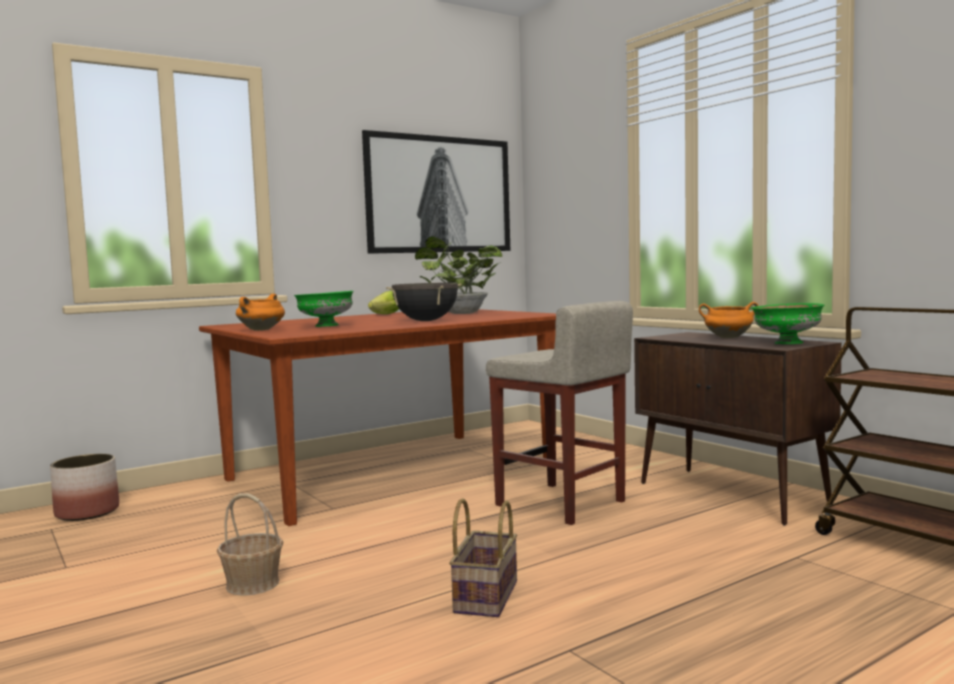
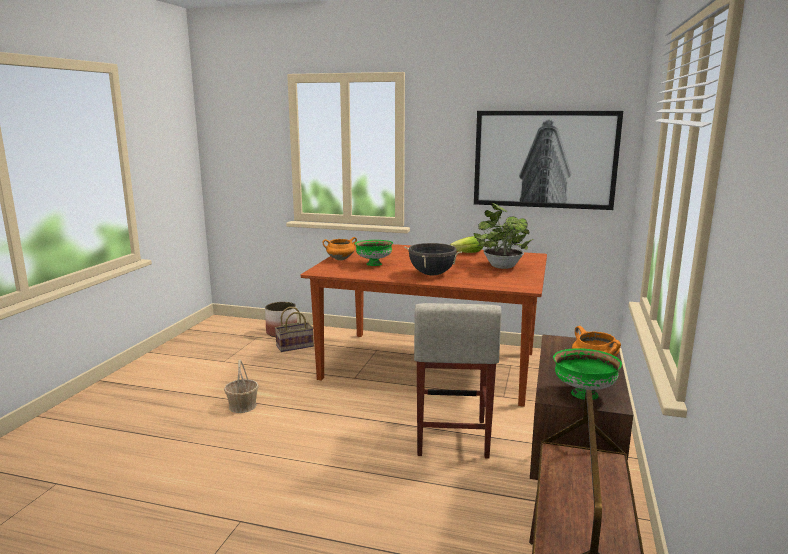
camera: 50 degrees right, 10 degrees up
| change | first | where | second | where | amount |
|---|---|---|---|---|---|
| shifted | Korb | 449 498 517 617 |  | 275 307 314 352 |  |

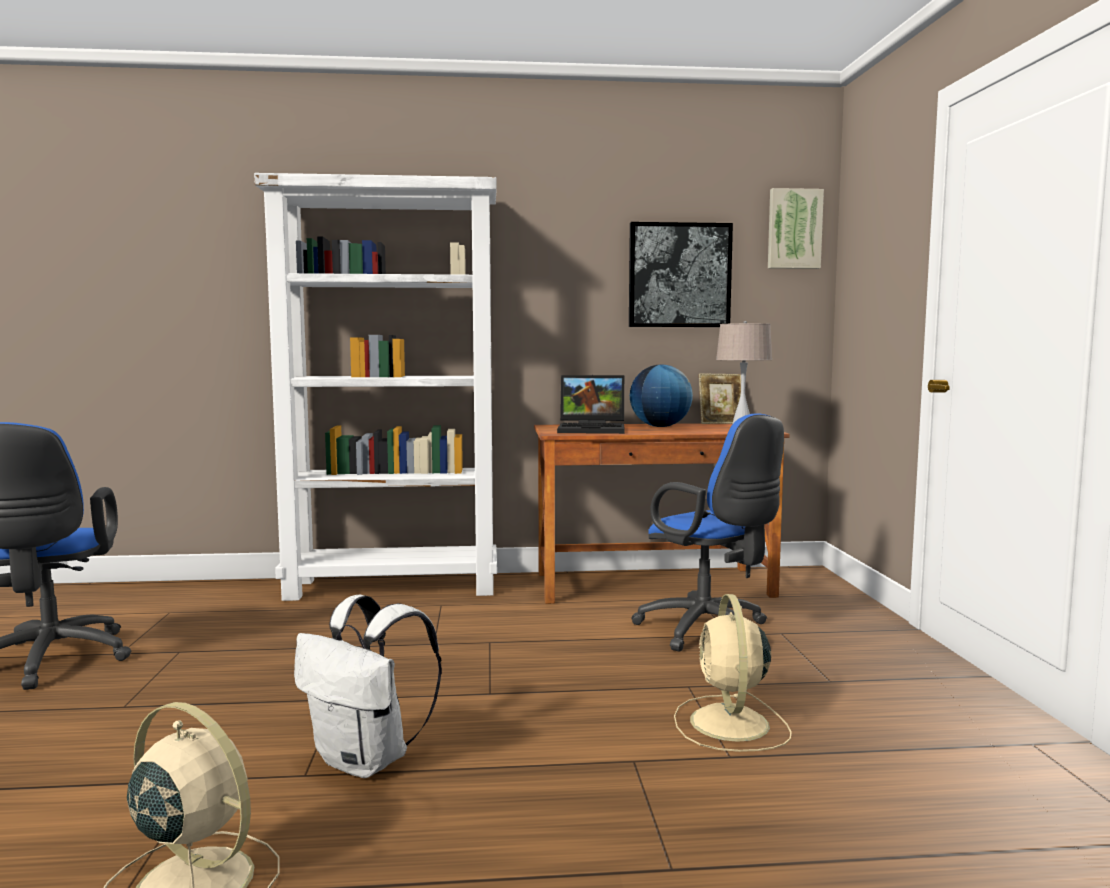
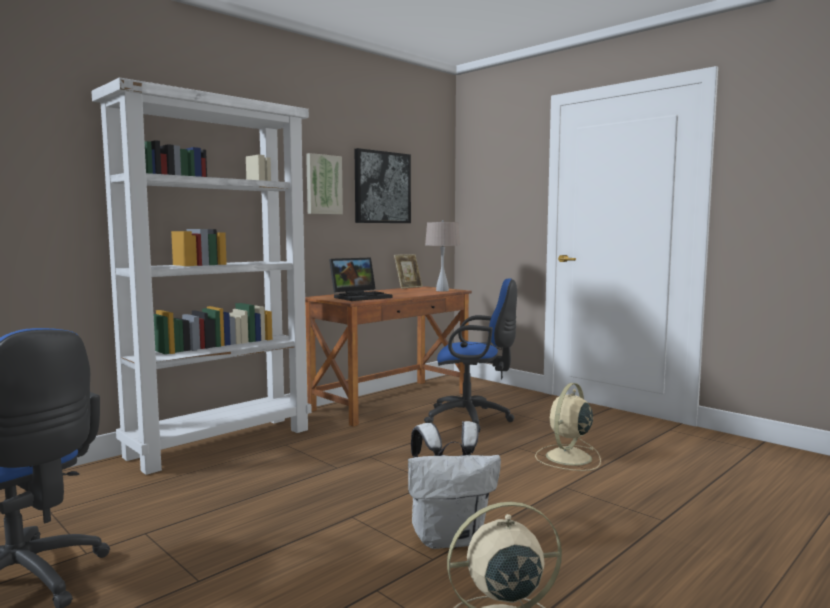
camera: 40 degrees left, 0 degrees up
| change | first | where | second | where | amount |
|---|---|---|---|---|---|
| shifted | Bild | 768 188 824 269 |  | 306 153 343 214 |  |
| rotated | Ventilator/beige | 674 594 792 752 |  | 535 383 601 471 | 75 degrees clockwise |
| gone | Globus | 630 364 693 427 |  |  |  |

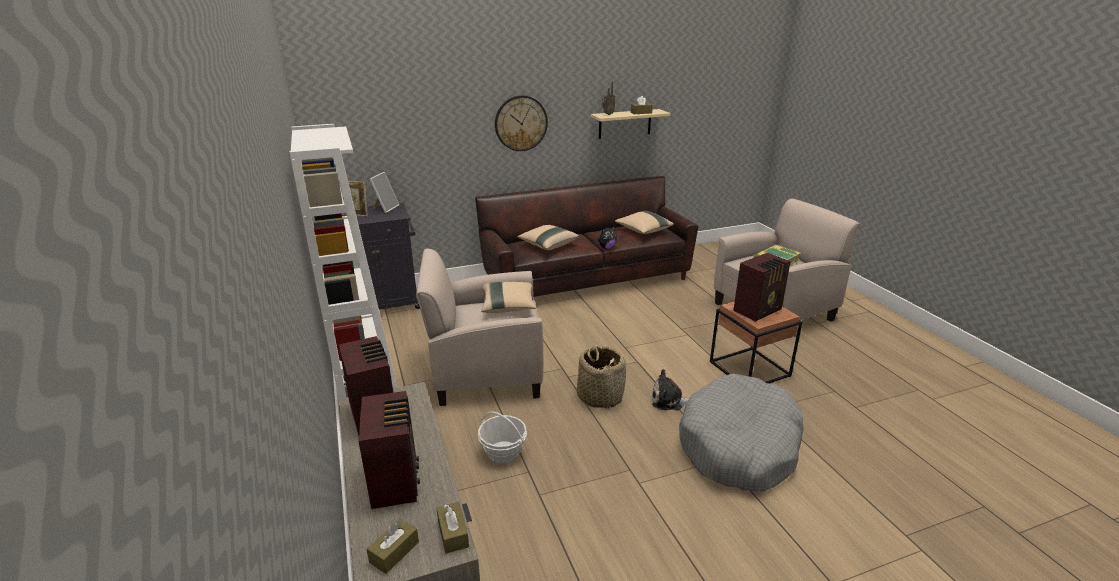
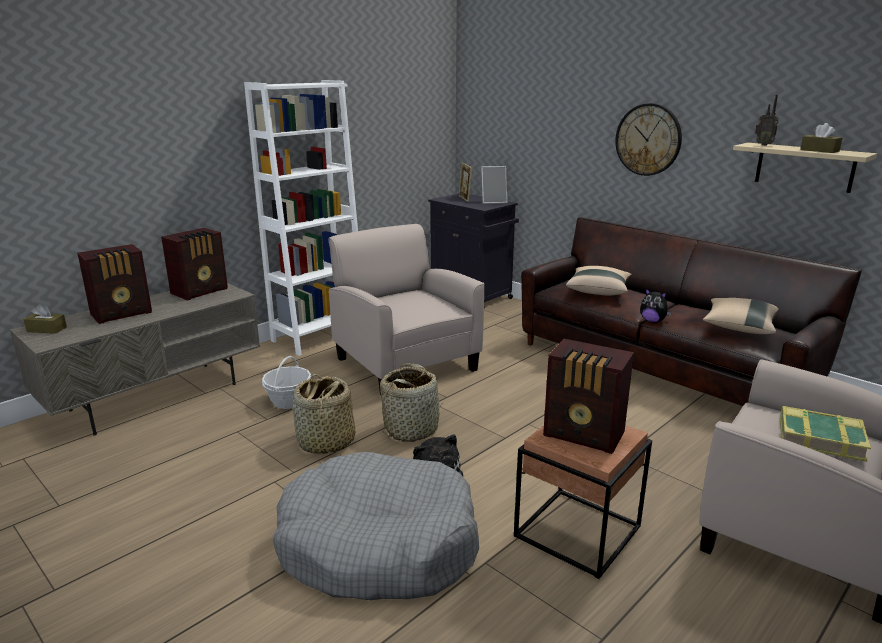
camera: 65 degrees right, 5 degrees down
| change | first | where | second | where | amount |
|---|---|---|---|---|---|
| new |  |  | Korb | 292 374 355 454 |  |
| gone | Taschentuchbox/braun | 436 502 469 554 |  |  |  |
| gone | Kissen/beige | 481 282 537 313 |  |  |  |

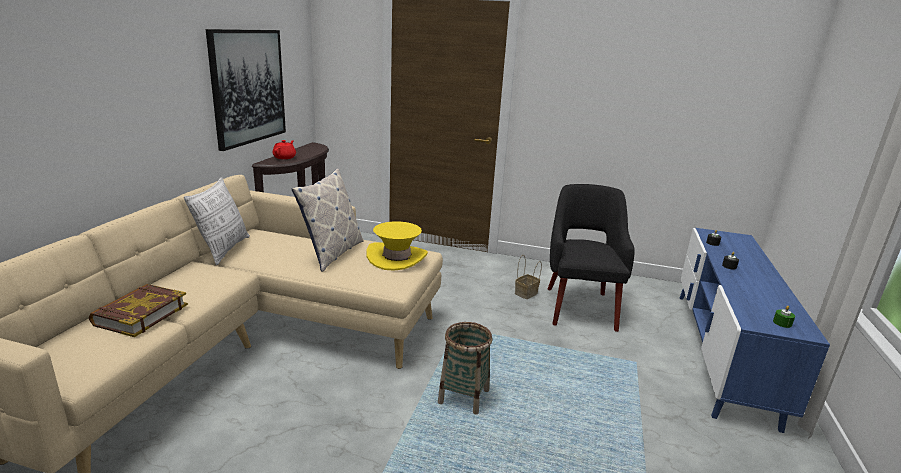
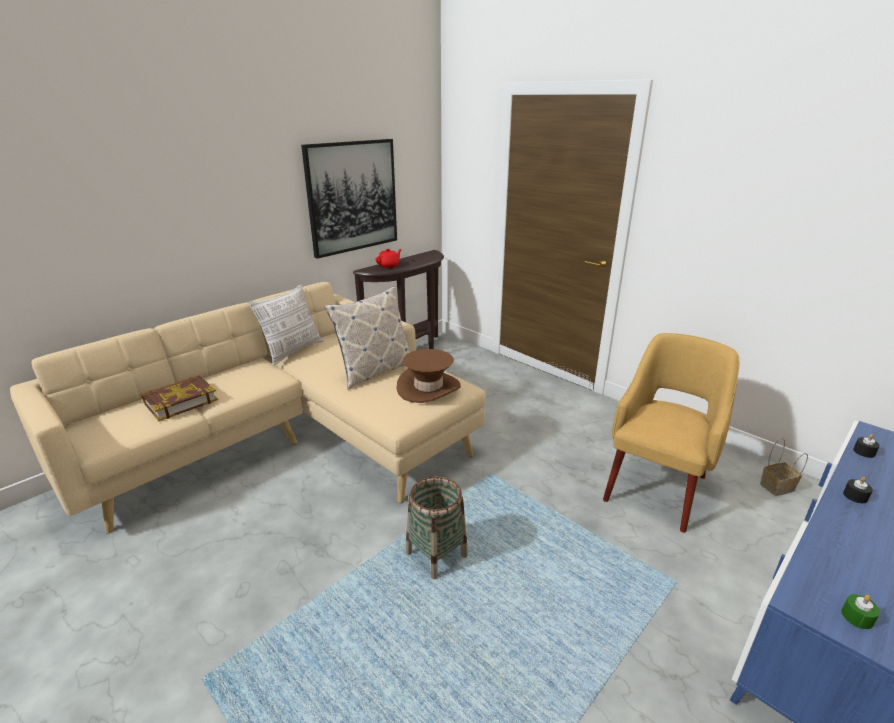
camera: 30 degrees right, 5 degrees up
| change | first | where | second | where | amount |
|---|---|---|---|---|---|
| repainted | Hut/gelb | 366 221 428 271 | Hut/braun | 396 349 460 403 |  |
| repainted | Sessel/schwarz | 548 184 635 332 | Sessel/gelb | 603 333 739 533 |  |
| shifted | Korb | 515 255 542 299 |  | 760 438 808 496 |  |

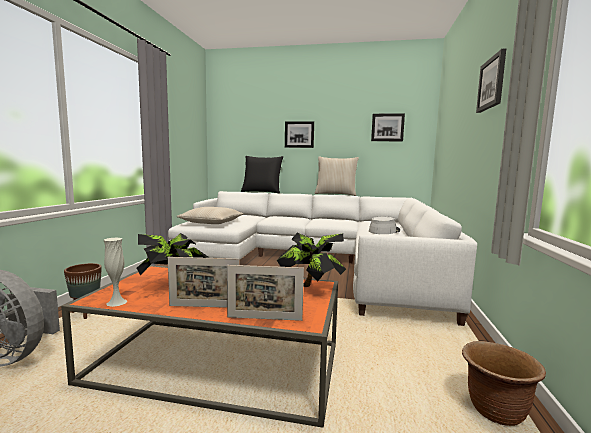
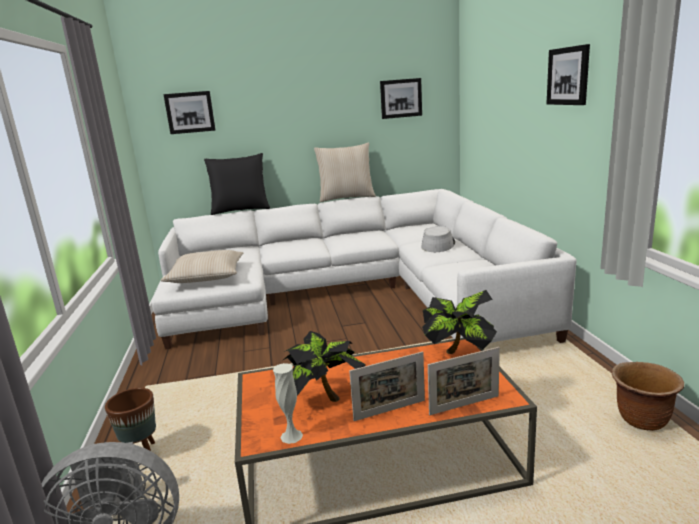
camera: 20 degrees left, 10 degrees up
| change | first | where | second | where | amount |
|---|---|---|---|---|---|
| shifted | Bild | 285 121 314 148 |  | 163 91 216 134 |  |

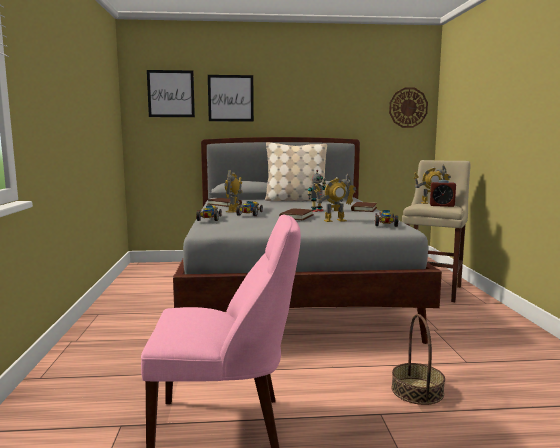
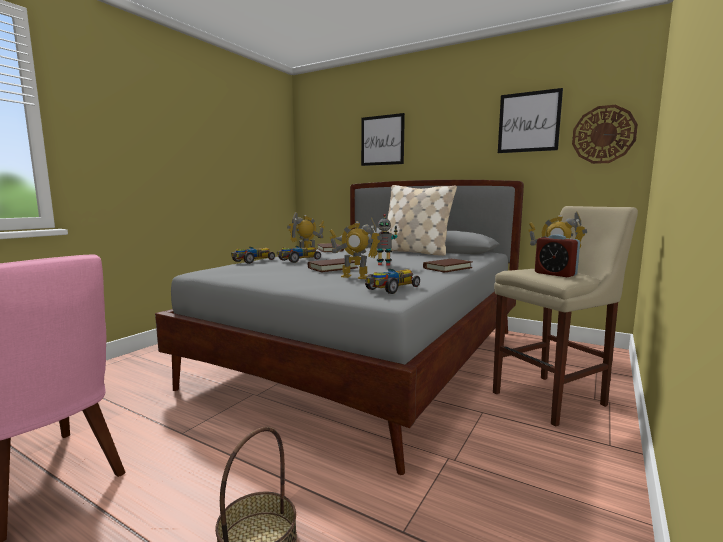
camera: 35 degrees right, 0 degrees up
| change | first | where | second | where | amount |
|---|---|---|---|---|---|
| shifted | Bild | 147 70 195 117 |  | 498 88 563 153 |  |

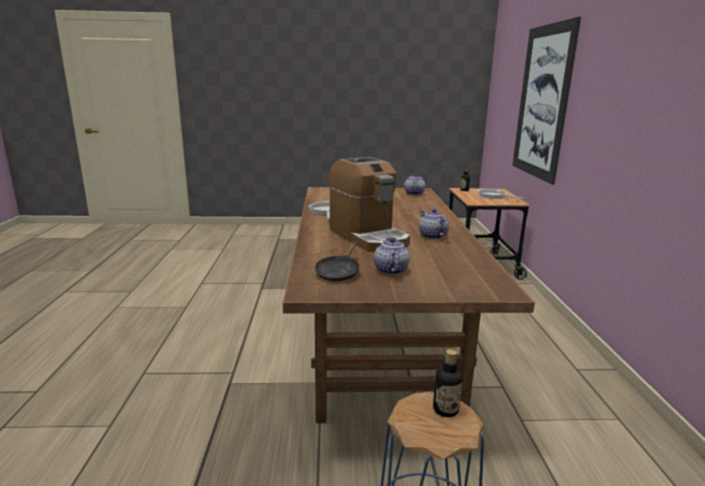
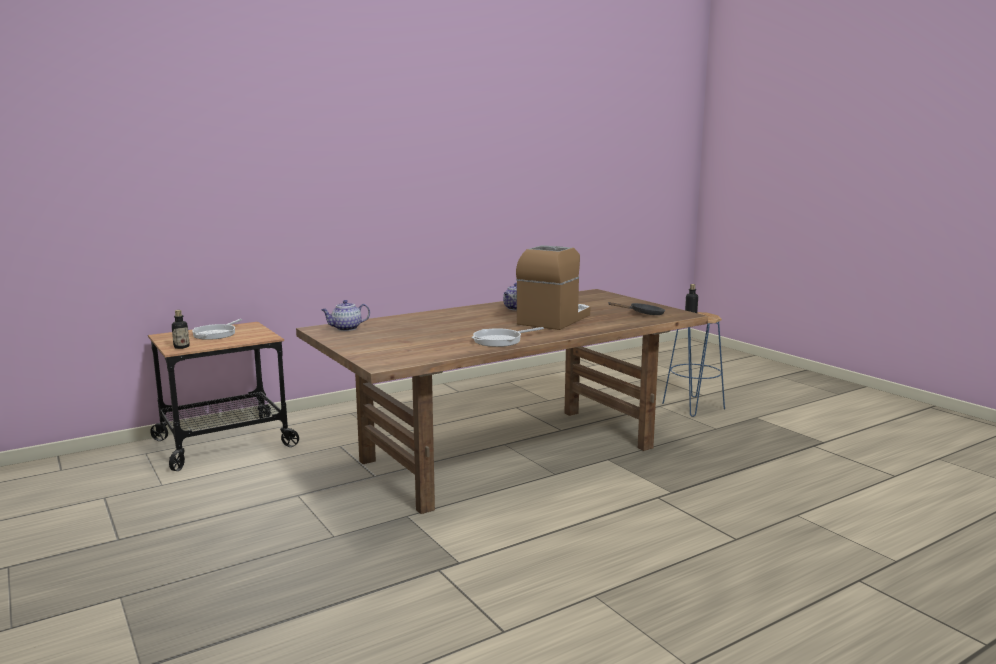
camera: 120 degrees left, 5 degrees down
| change | first | where | second | where | amount |
|---|---|---|---|---|---|
| gone | Teekanne | 374 238 410 275 |  |  |  |
| gone | Bild | 512 17 581 185 |  |  |  |

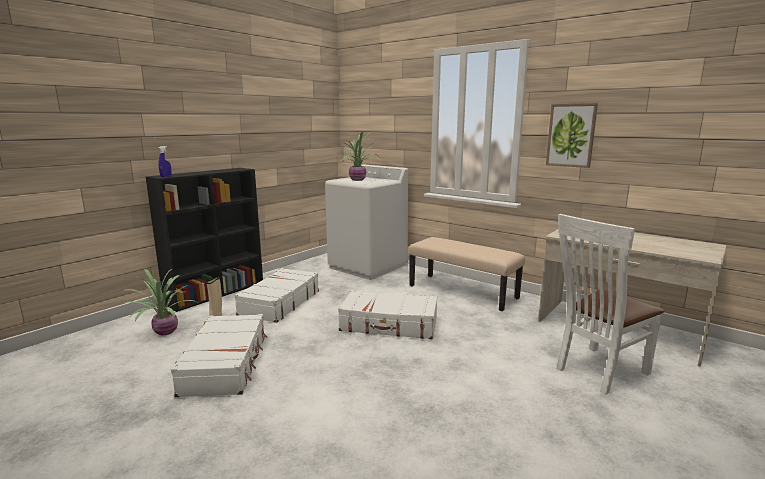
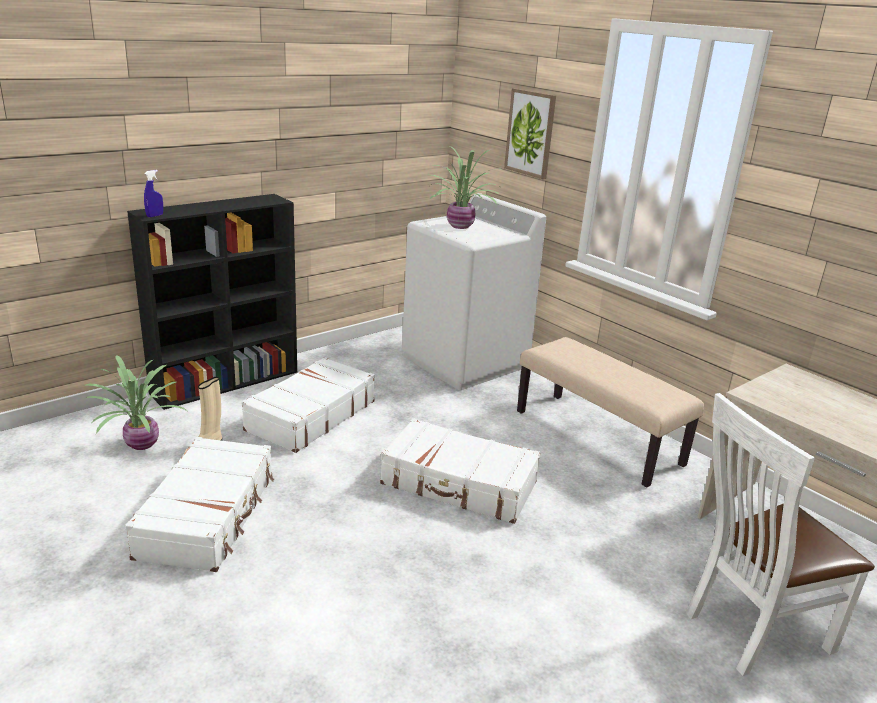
camera: 10 degrees right, 10 degrees up
| change | first | where | second | where | amount |
|---|---|---|---|---|---|
| shifted | Bild | 546 103 598 168 |  | 504 88 556 179 |  |

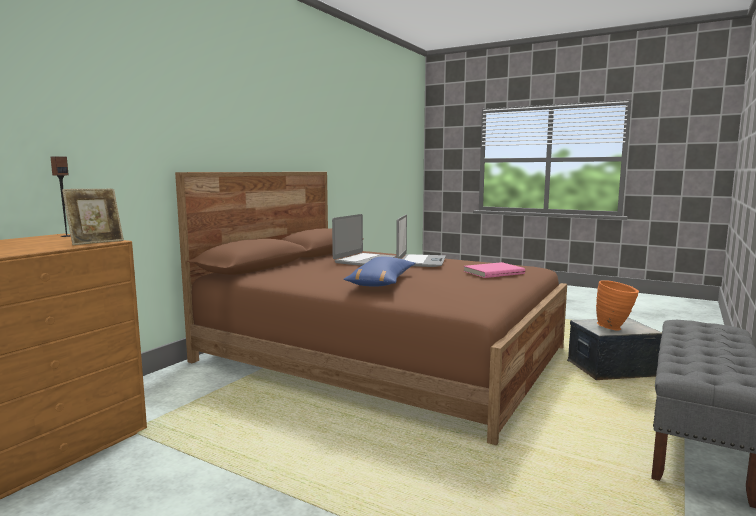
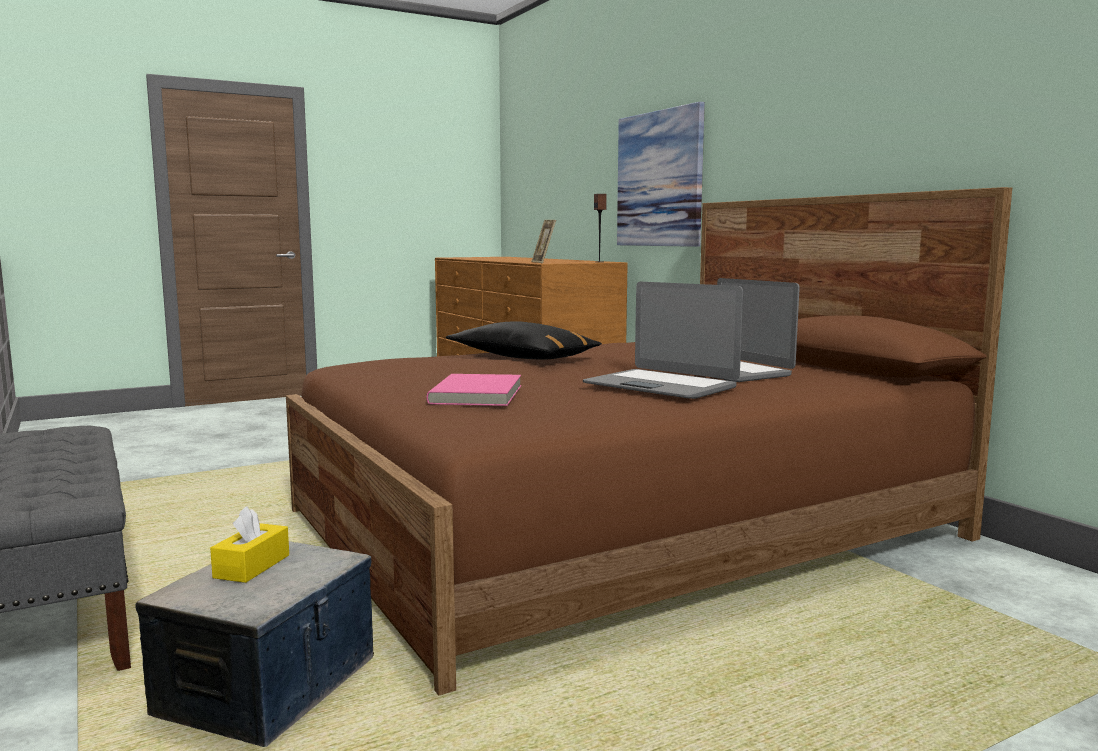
camera: 120 degrees right, 0 degrees up
| change | first | where | second | where | amount |
|---|---|---|---|---|---|
| swapped | Vase/orange | 596 280 639 331 | Taschentuchbox/gelb | 210 506 289 583 |  |
| repainted | Kissen/blau | 344 257 415 287 | Kissen/schwarz | 446 321 602 360 |  |
| new |  |  | Bild | 617 102 705 247 |  |

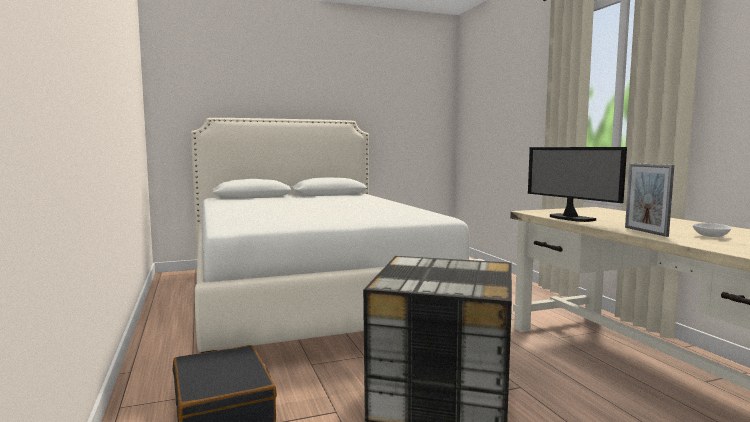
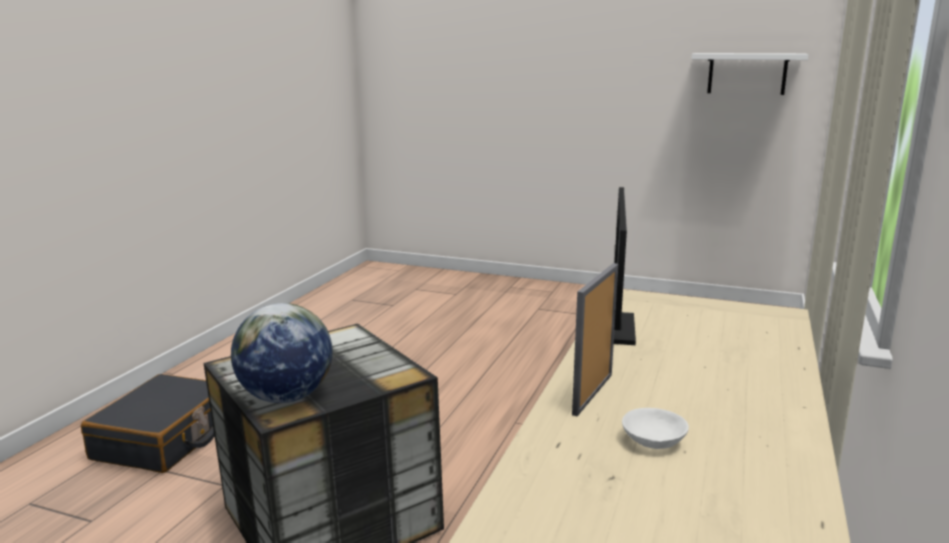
camera: 40 degrees right, 10 degrees up
| change | first | where | second | where | amount |
|---|---|---|---|---|---|
| new |  |  | Globus | 231 303 333 403 |  |
| new |  |  | Wandregal/weiß | 691 53 809 95 |  |
| gone | Bett/weiß | 191 118 484 353 |  |  |  |

